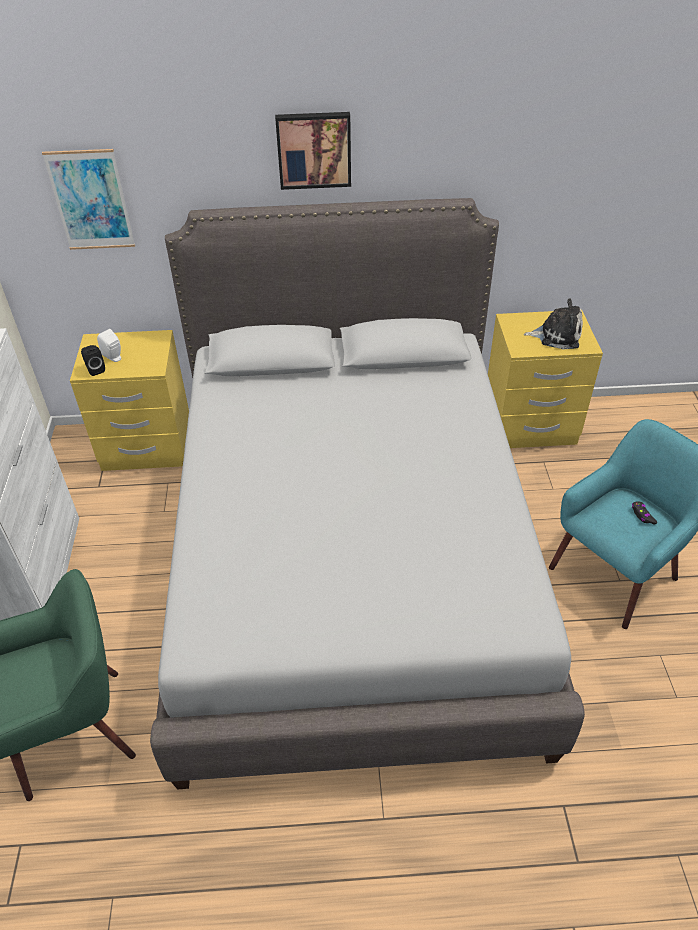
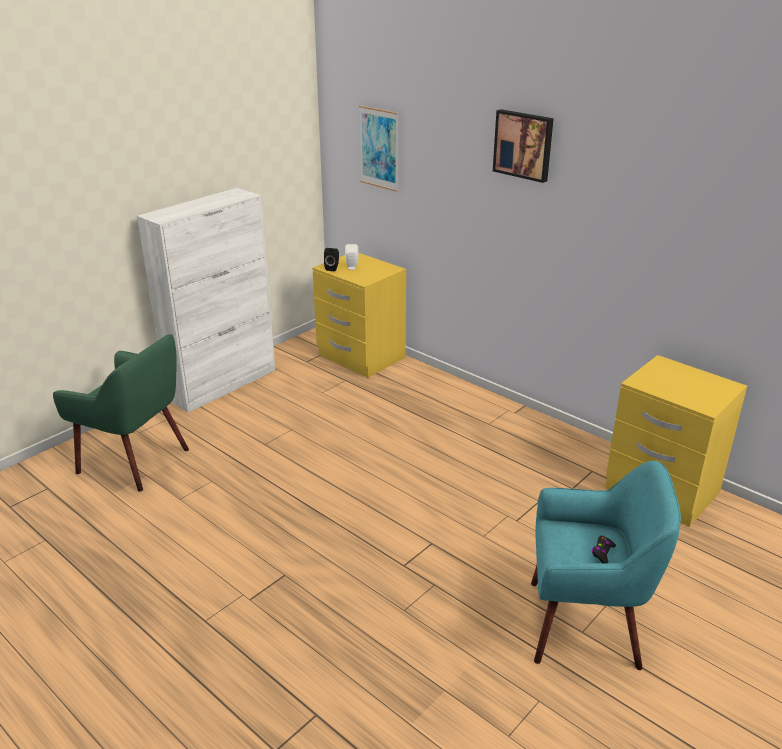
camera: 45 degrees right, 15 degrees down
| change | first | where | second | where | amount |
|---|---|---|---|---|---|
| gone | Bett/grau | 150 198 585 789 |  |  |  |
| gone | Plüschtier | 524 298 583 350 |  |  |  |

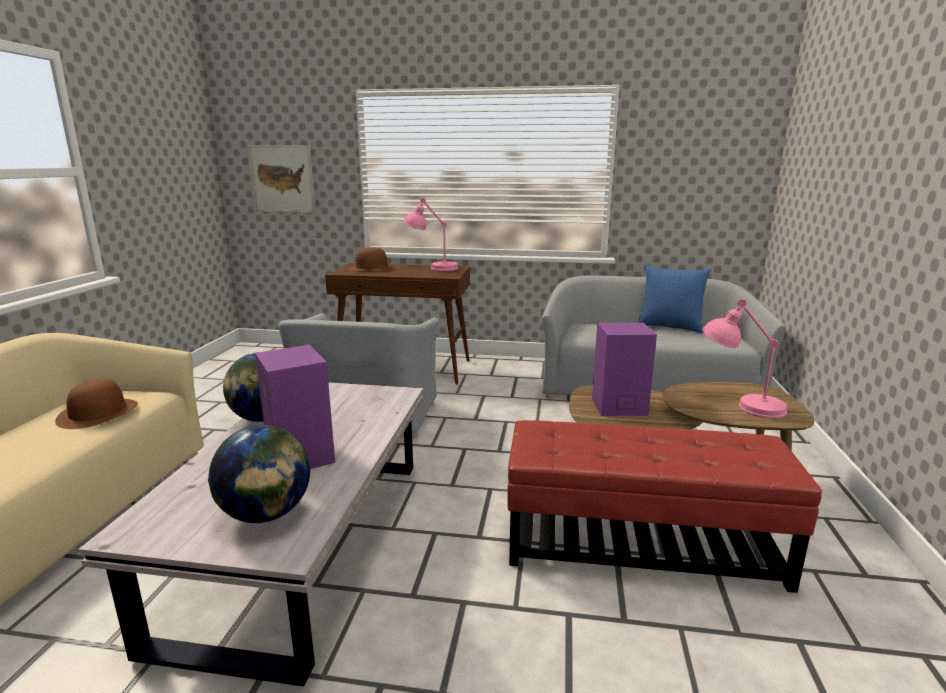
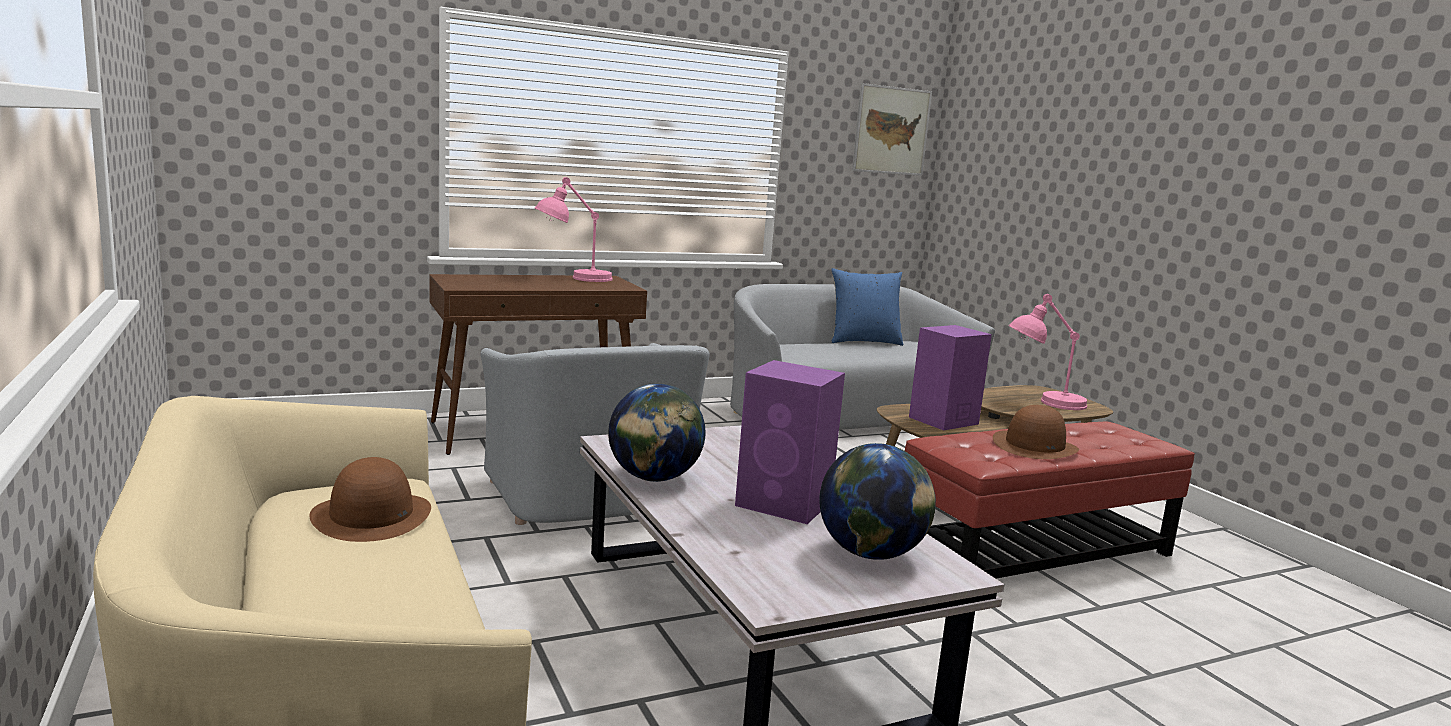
camera: 35 degrees left, 5 degrees down
| change | first | where | second | where | amount |
|---|---|---|---|---|---|
| shifted | Bild | 247 145 316 213 |  | 852 83 932 176 |  |
| shifted | Hut/braun | 349 247 394 271 |  | 993 405 1079 459 |  |

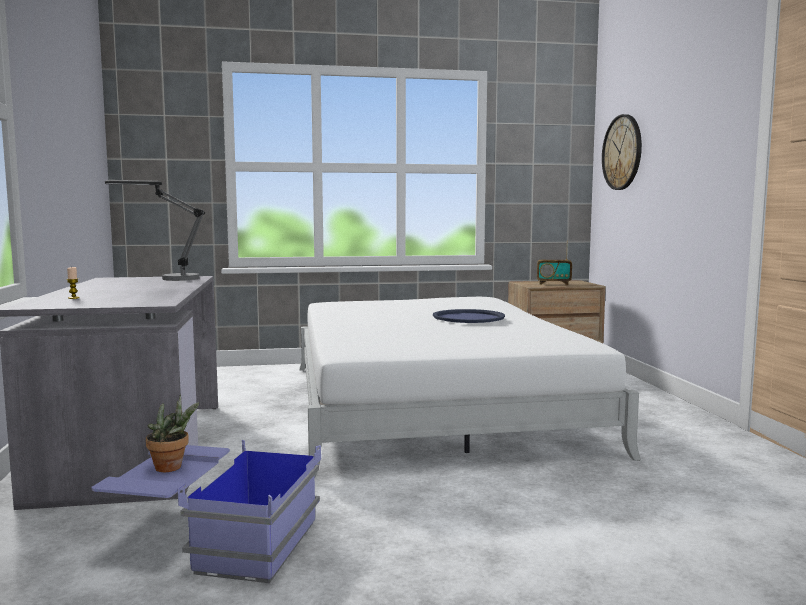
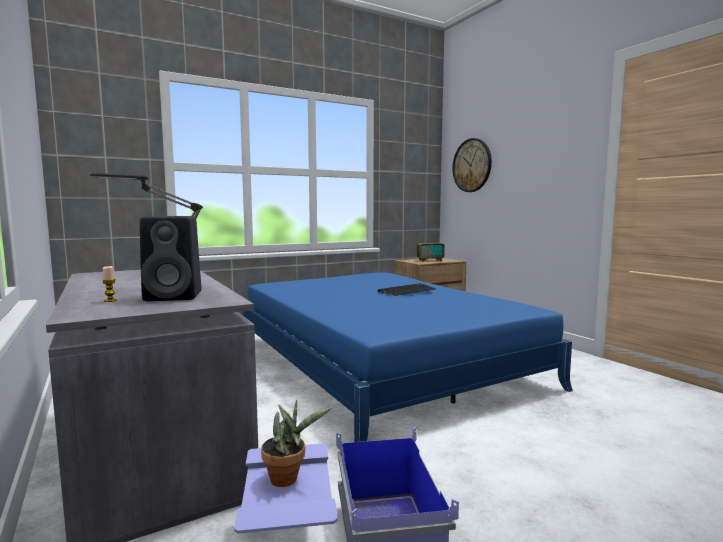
camera: 20 degrees left, 0 degrees up
| change | first | where | second | where | amount |
|---|---|---|---|---|---|
| new |  |  | Lautsprecher/schwarz | 140 216 201 301 |  |
| repainted | Bett/weiß | 299 297 641 477 | Bett/blau | 241 272 573 442 |  |
| swapped | Tablett/blau | 433 309 505 323 | Tastatur | 378 283 436 296 |  |

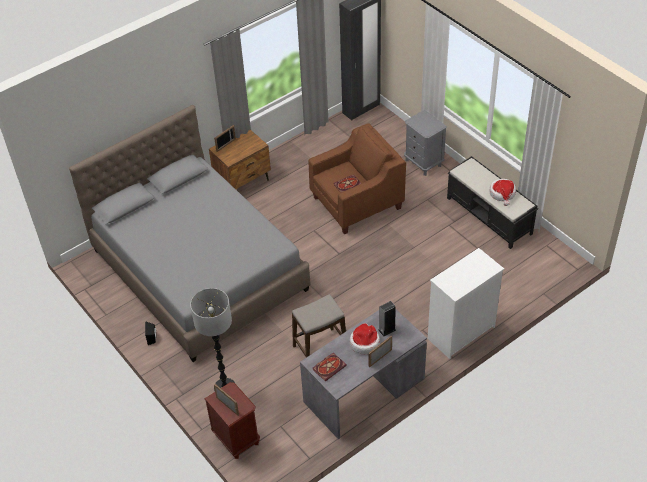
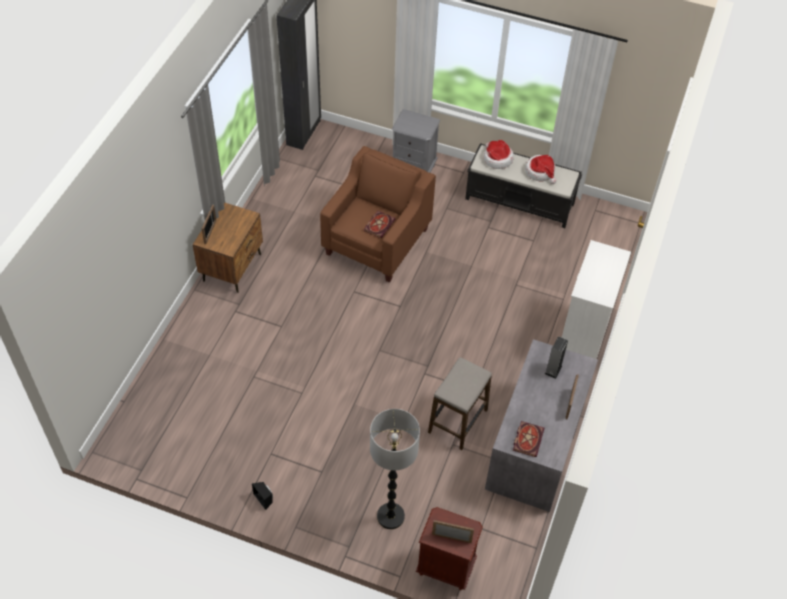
camera: 35 degrees left, 5 degrees up
| change | first | where | second | where | amount |
|---|---|---|---|---|---|
| shifted | Hut | 350 323 380 354 |  | 484 140 514 169 |  |
| gone | Bett/grau | 69 105 311 362 |  |  |  |

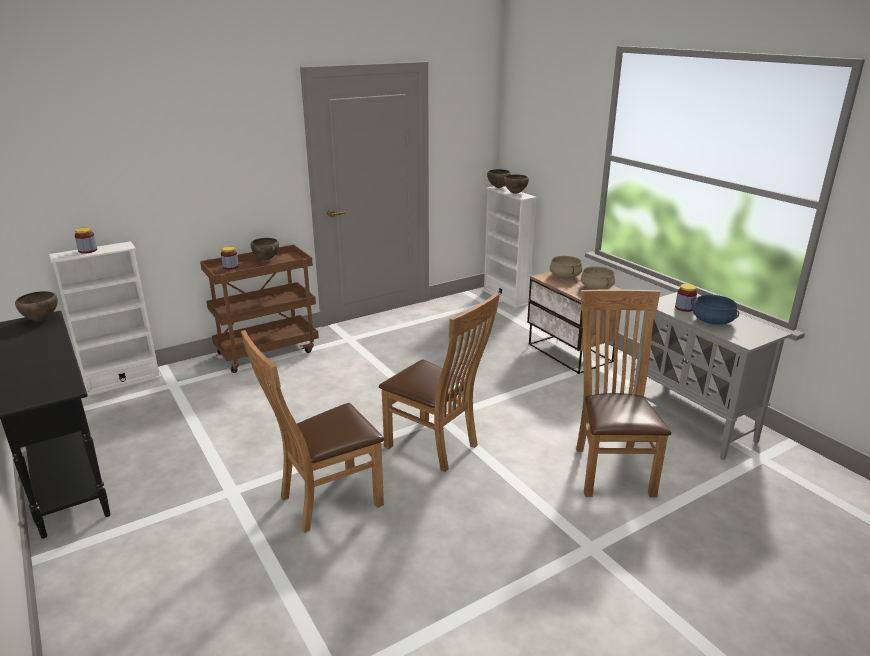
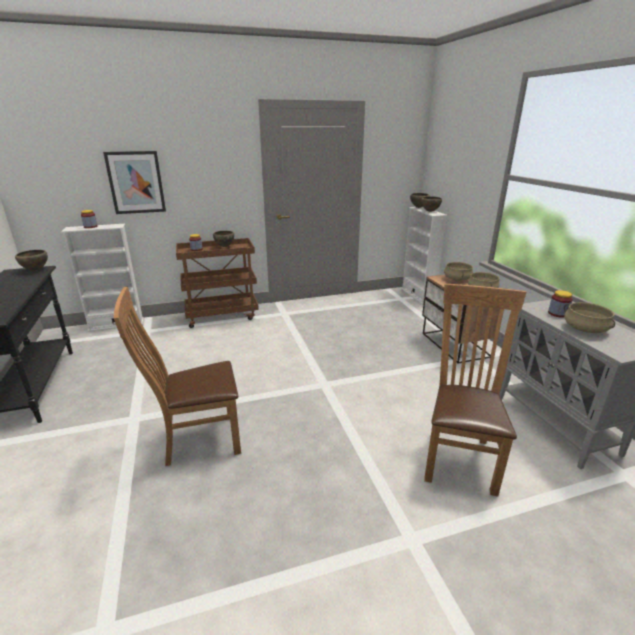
camera: 15 degrees right, 0 degrees up
| change | first | where | second | where | amount |
|---|---|---|---|---|---|
| new |  |  | Bild | 103 151 166 214 |  |
| repainted | Kochtopf/blau | 691 295 739 325 | Kochtopf/beige | 564 302 615 333 |  |
| gone | Stuhl/braun | 379 293 500 472 |  |  |  |

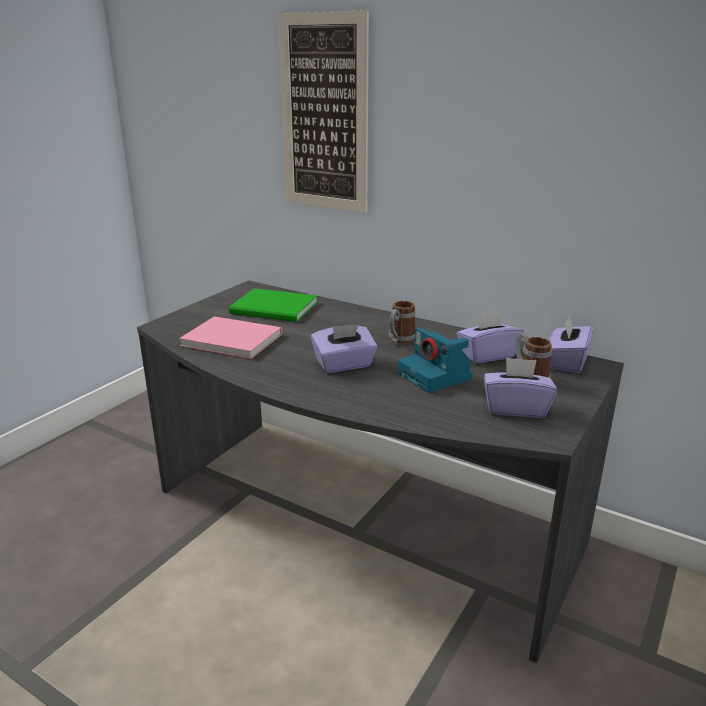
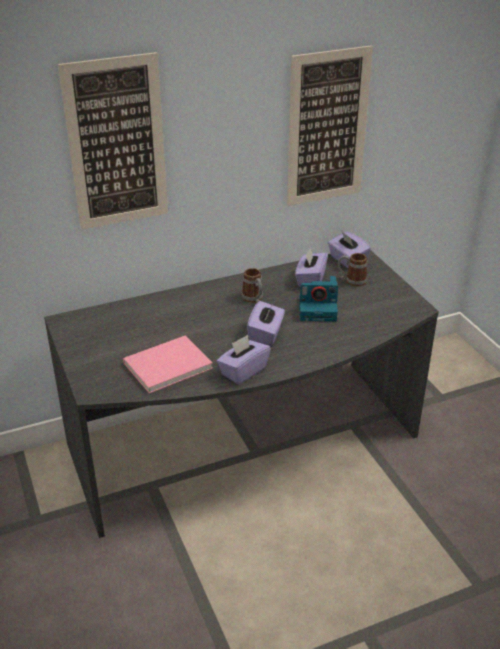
camera: 55 degrees left, 10 degrees up
| change | first | where | second | where | amount |
|---|---|---|---|---|---|
| shifted | Taschentuchbox/lila | 484 357 557 418 |  | 216 335 271 385 |  |
| new |  |  | Bild | 287 45 373 206 |  |
| gone | Buch/grün | 229 288 317 322 |  |  |  |

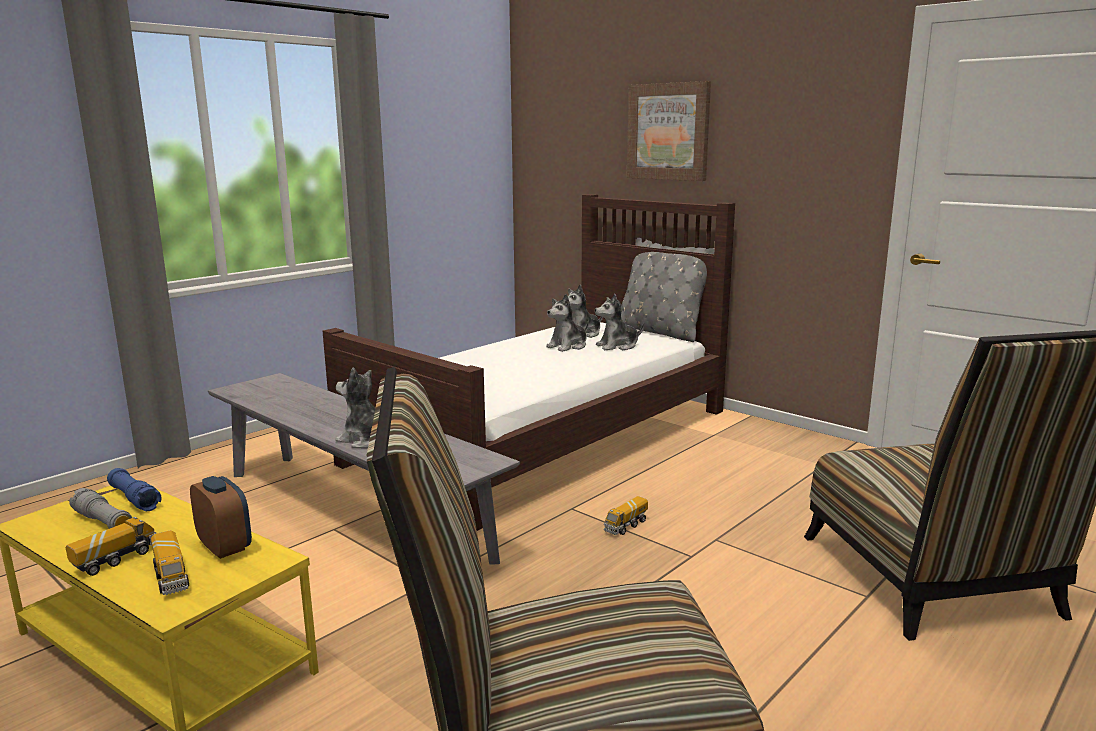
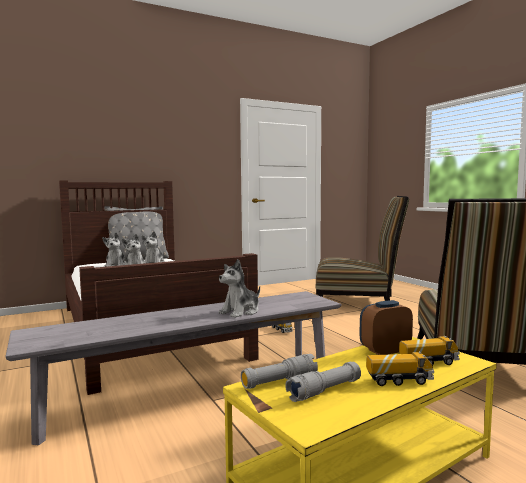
camera: 70 degrees left, 10 degrees down
| change | first | where | second | where | amount |
|---|---|---|---|---|---|
| repainted | Taschenlampe/blau | 107 468 162 511 | Taschenlampe/grau | 241 354 318 389 |  |
| rotated | Spielzeuglaster | 65 517 156 576 |  | 366 352 434 386 | 120 degrees clockwise |
| gone | Bild | 627 81 711 181 |  |  |  |

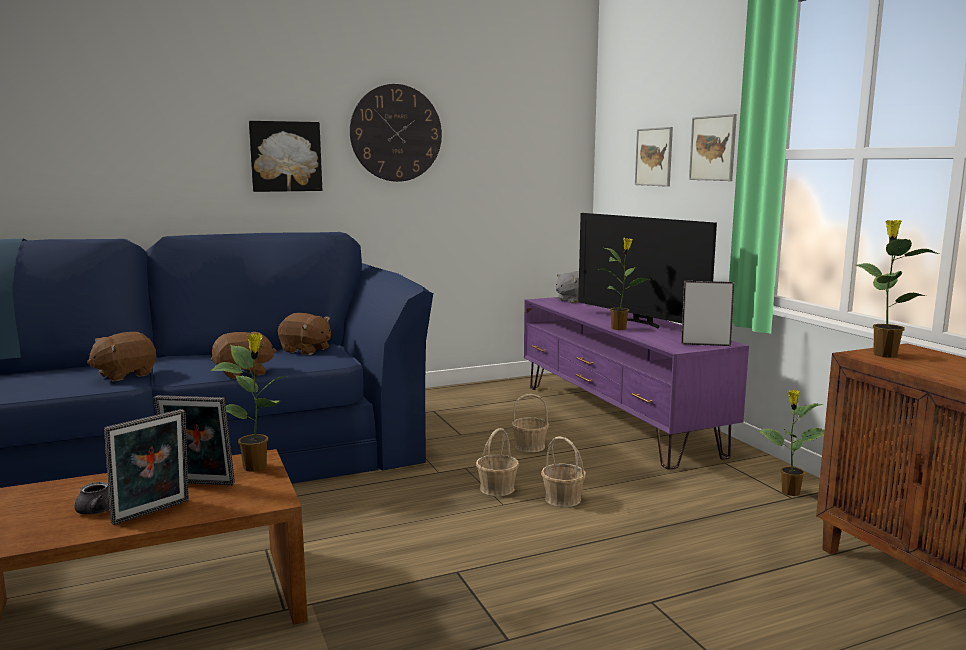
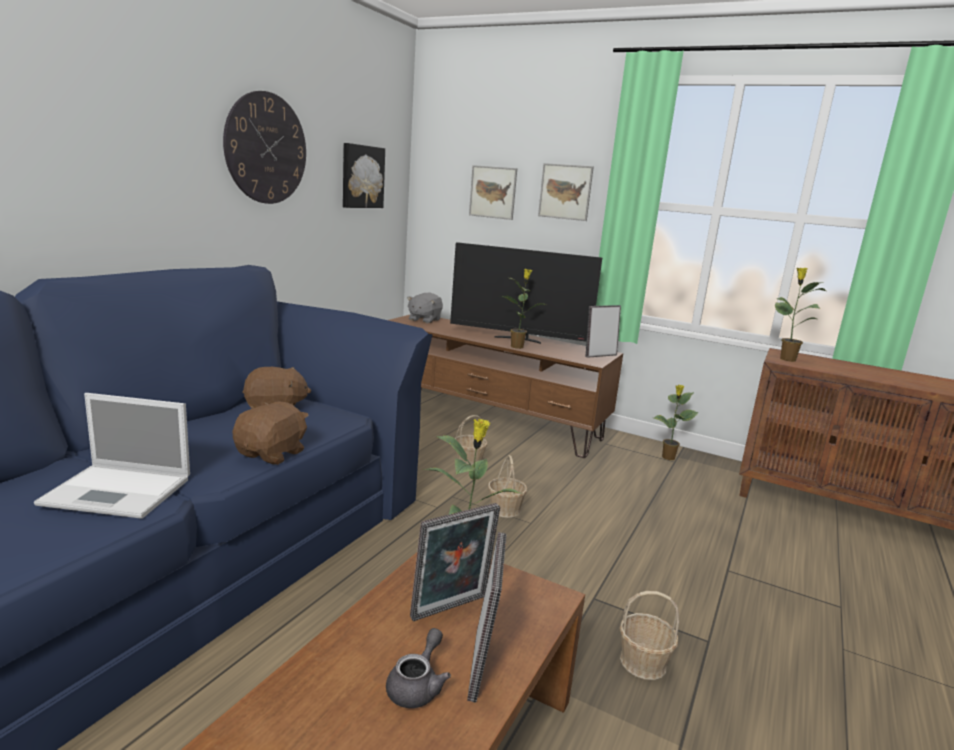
camera: 40 degrees left, 5 degrees up
| change | first | where | second | where | amount |
|---|---|---|---|---|---|
| swapped | Plüschtier/braun | 87 332 156 382 | Laptop | 34 393 190 519 |  |
| shifted | Bild | 249 121 322 192 |  | 343 143 385 208 |  |
| repainted | Fernsehschrank/lila | 524 297 749 470 | Fernsehschrank/braun | 388 315 623 458 |  |
| shifted | Korb | 541 436 586 507 |  | 620 591 679 680 |  |

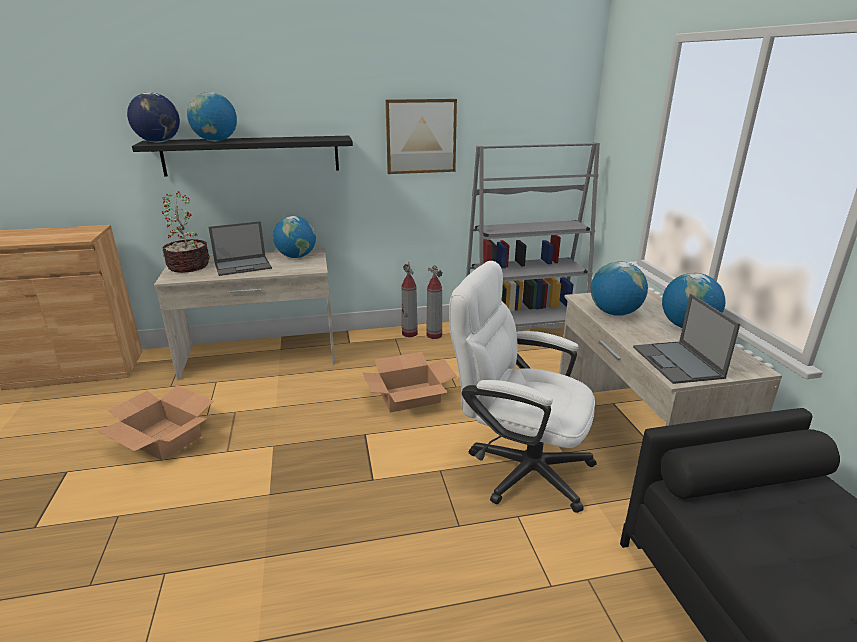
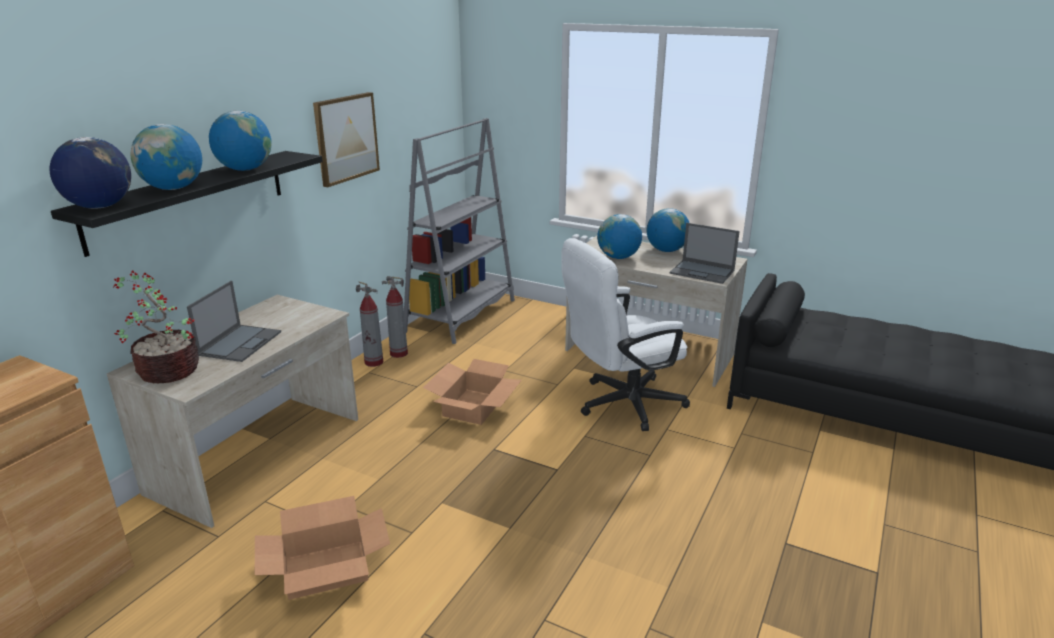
camera: 50 degrees left, 0 degrees up
| change | first | where | second | where | amount |
|---|---|---|---|---|---|
| shifted | Globus | 273 216 316 258 |  | 209 111 272 171 |  |

